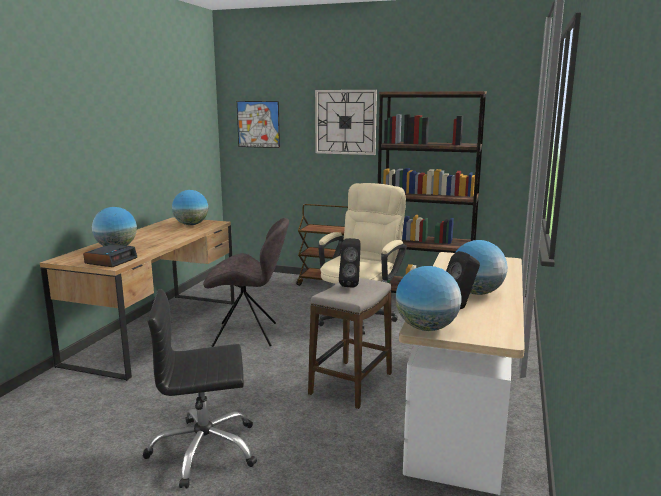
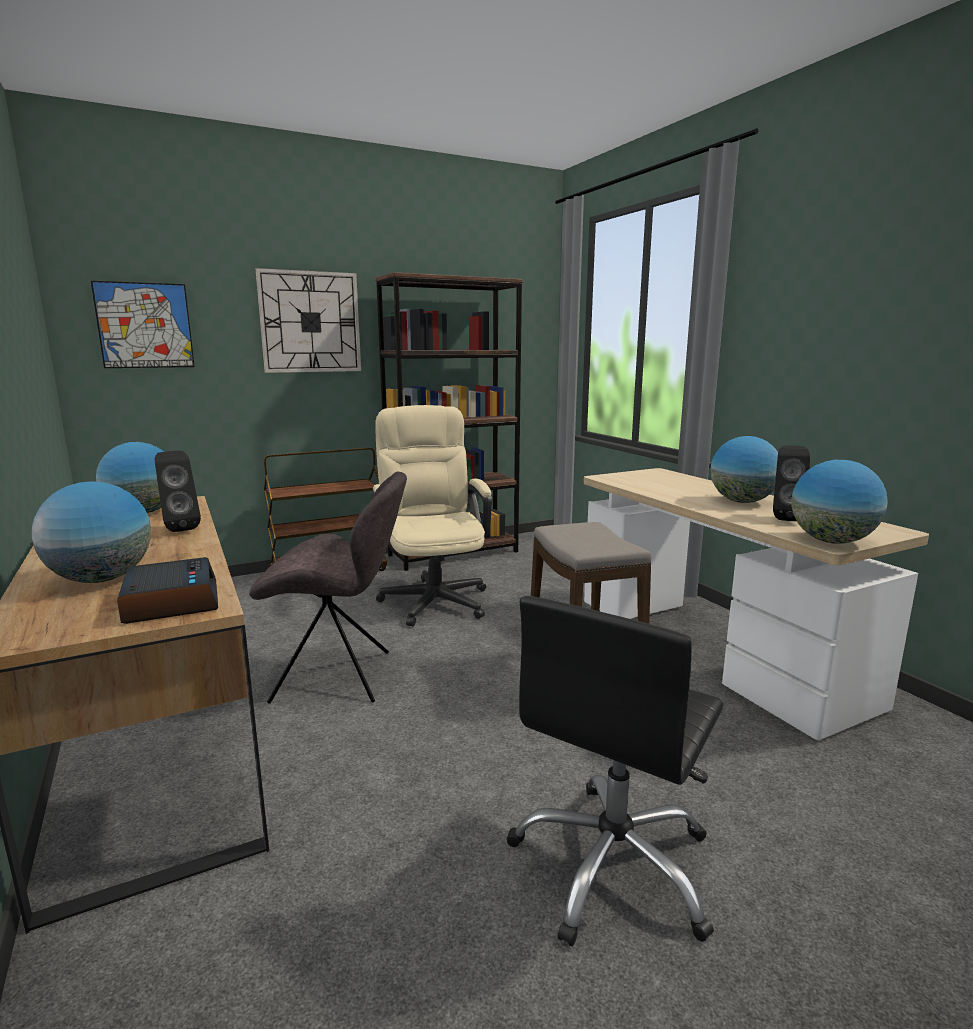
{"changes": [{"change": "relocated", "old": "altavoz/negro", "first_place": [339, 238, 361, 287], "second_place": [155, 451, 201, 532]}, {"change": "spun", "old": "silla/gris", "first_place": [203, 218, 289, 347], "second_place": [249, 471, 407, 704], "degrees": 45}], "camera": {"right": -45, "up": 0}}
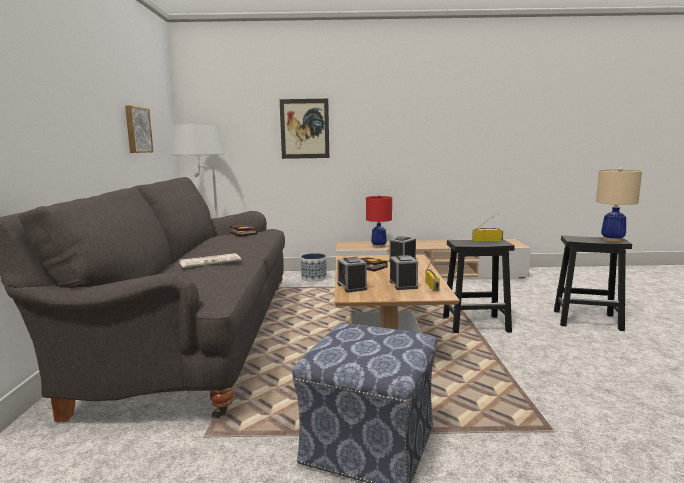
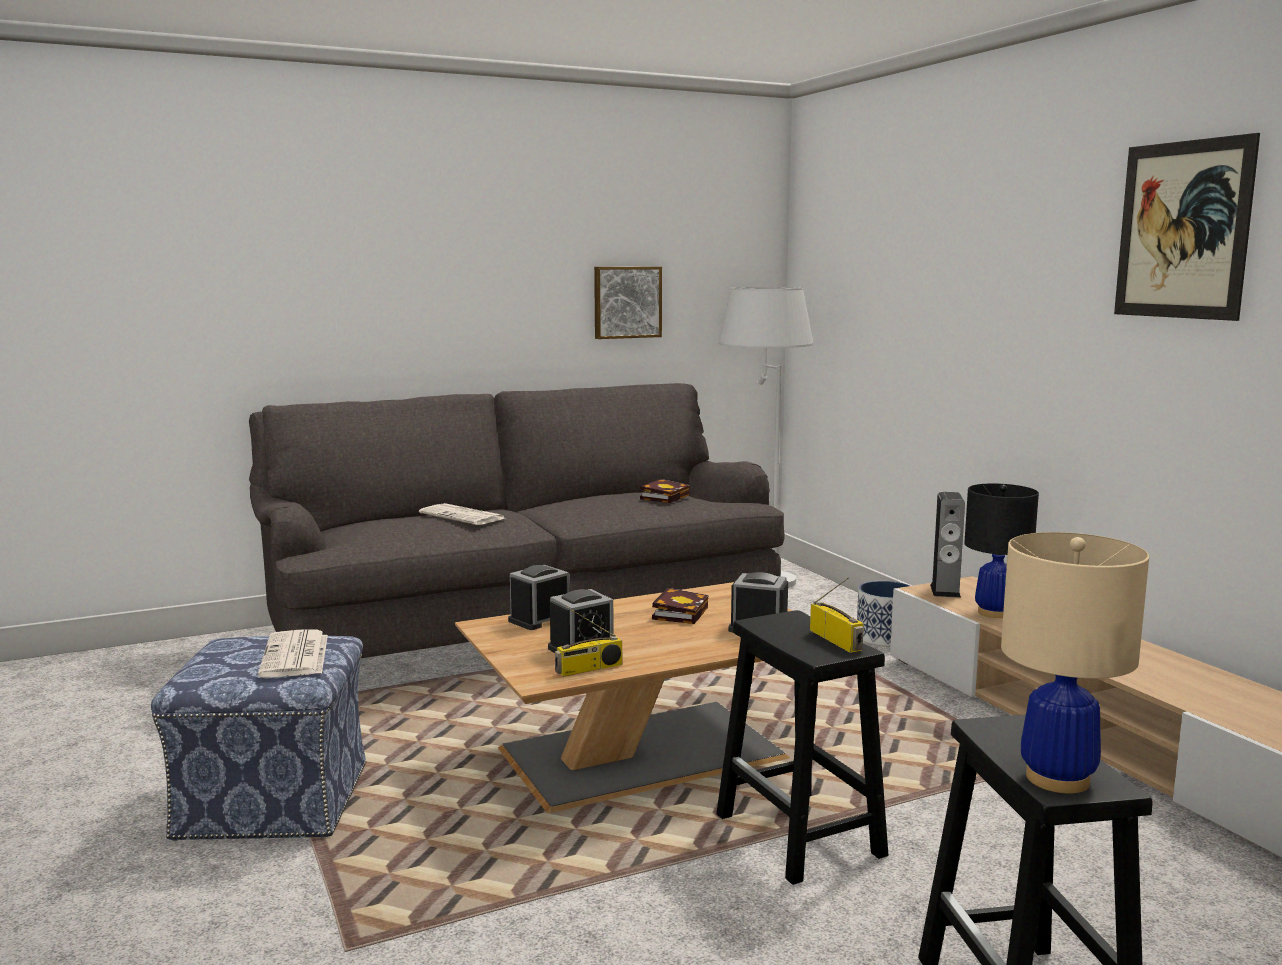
{"changes": [{"change": "appeared", "new": "periódico", "second_place": [258, 629, 328, 678]}, {"change": "appeared", "new": "altavoz", "second_place": [930, 492, 965, 598]}, {"change": "colour", "old": "lámpara de mesa/rojo", "new": "lámpara de mesa/negro", "first_place": [366, 195, 392, 248], "second_place": [964, 483, 1039, 618]}, {"change": "relocated", "old": "cuadro", "first_place": [280, 99, 329, 159], "second_place": [1114, 133, 1260, 321]}], "camera": {"right": 65, "up": 0}}
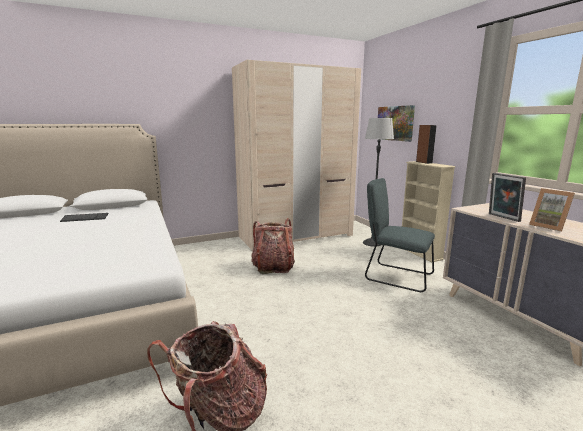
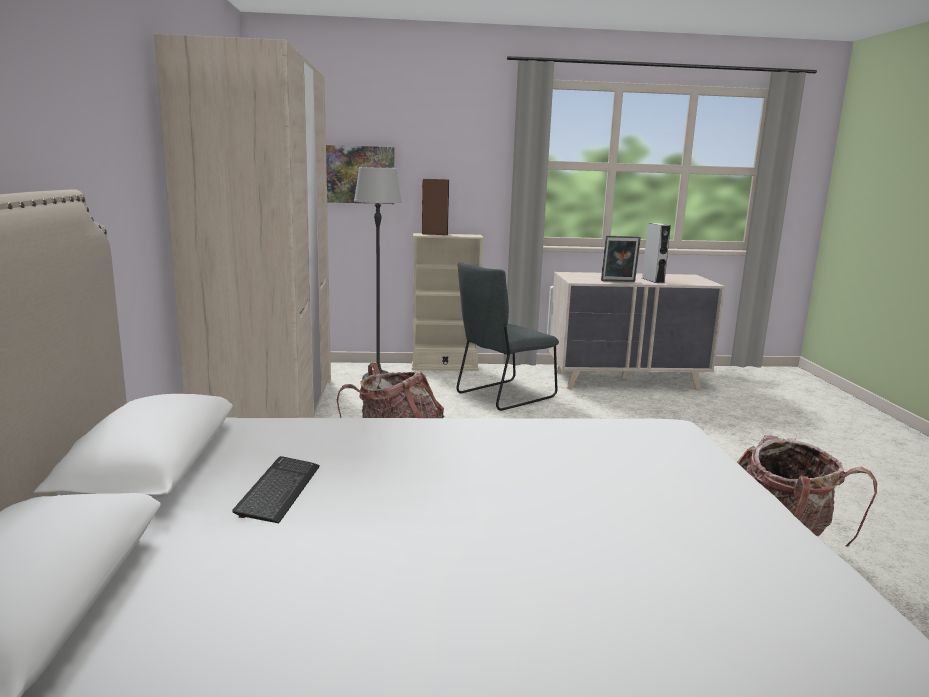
{"changes": [{"change": "exchanged", "old": "portarretratos", "new": "altavoz/gris", "first_place": [529, 188, 575, 232], "second_place": [642, 223, 671, 283]}], "camera": {"right": -70, "up": 0}}
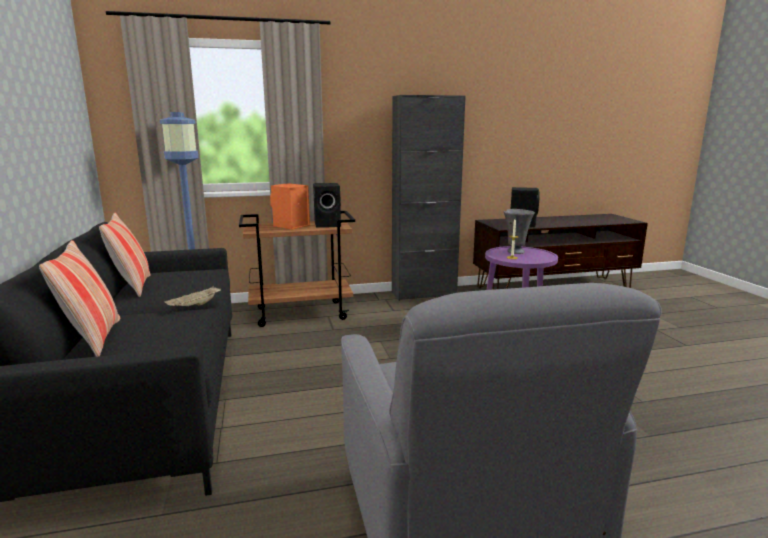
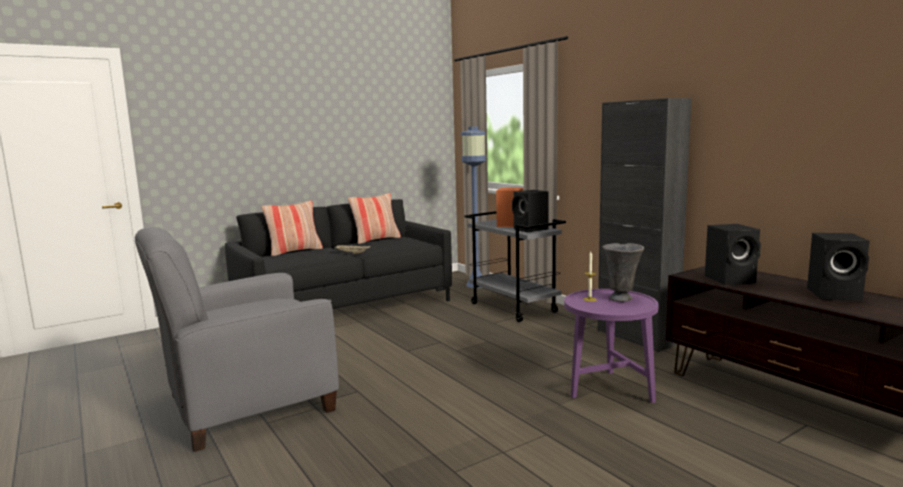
{"changes": [{"change": "colour", "old": "carrito/marrón", "new": "carrito/gris", "first_place": [239, 211, 355, 327], "second_place": [464, 211, 566, 322]}, {"change": "appeared", "new": "altavoz/negro", "second_place": [807, 233, 870, 301]}], "camera": {"right": 70, "up": -5}}
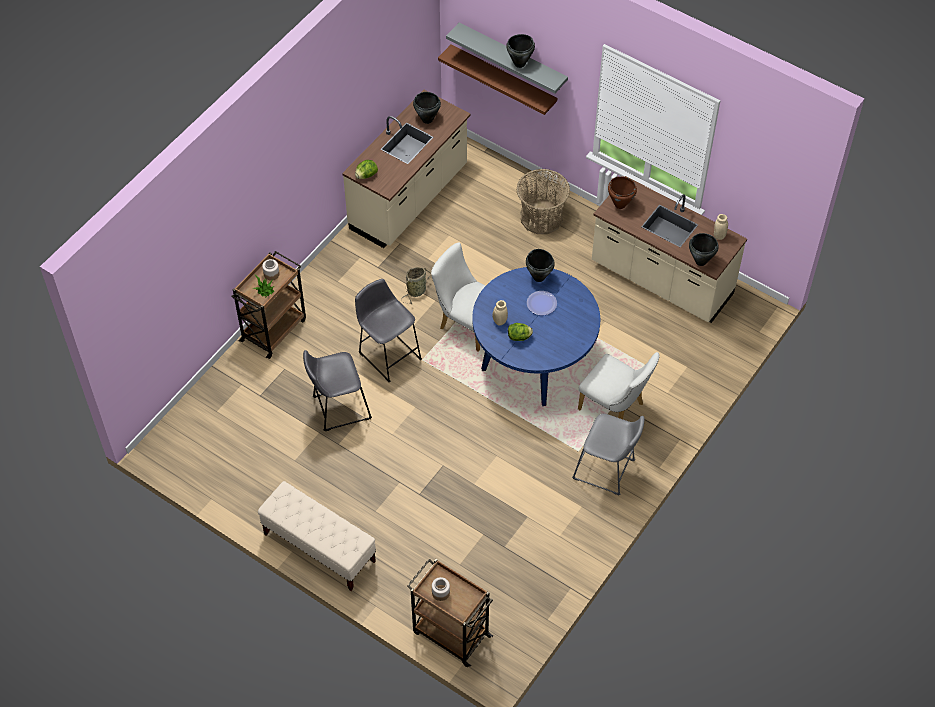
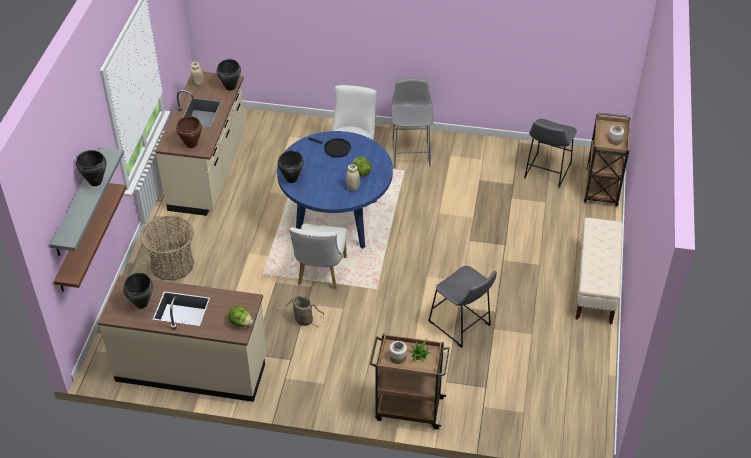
{"changes": [{"change": "appeared", "new": "sartén/negro", "second_place": [308, 137, 351, 157]}, {"change": "relocated", "old": "taburete/gris", "first_place": [355, 279, 422, 382], "second_place": [524, 119, 577, 188]}, {"change": "missing", "old": "plato", "first_place": [527, 291, 557, 315]}], "camera": {"right": -115, "up": -10}}
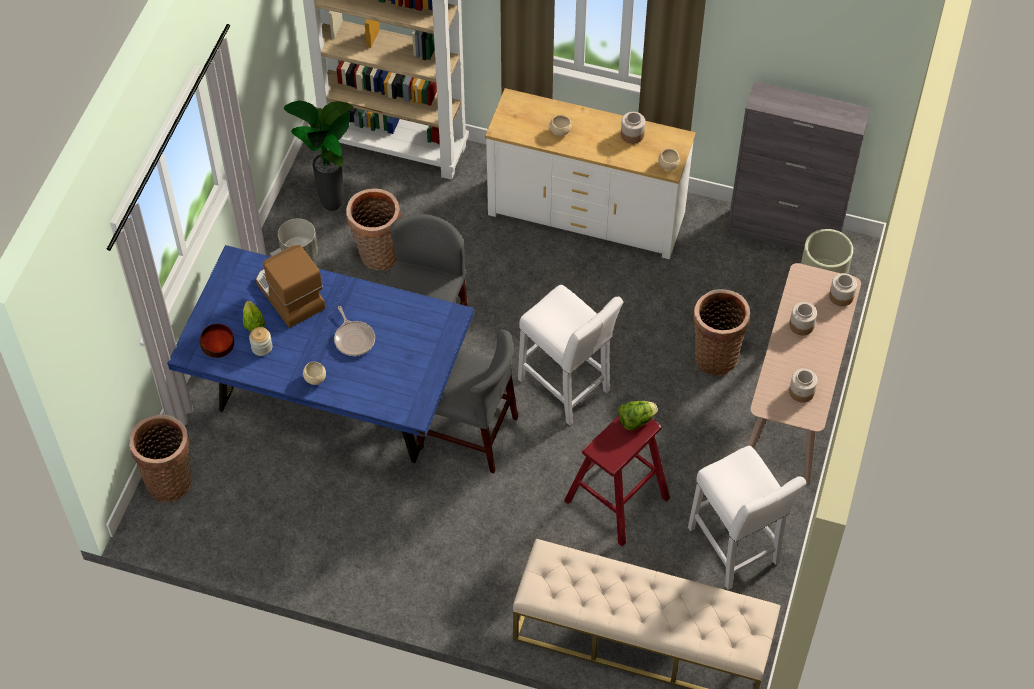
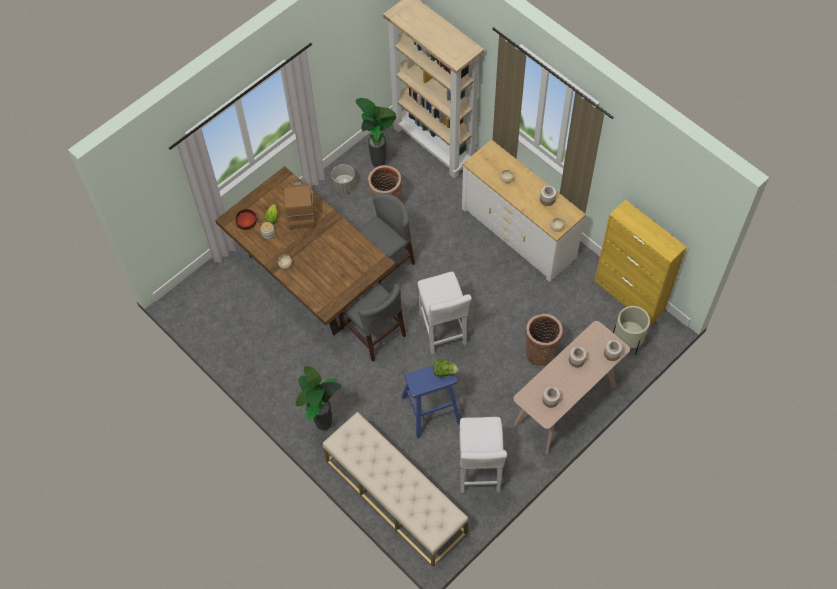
{"changes": [{"change": "colour", "old": "mesa de comedor/azul", "new": "mesa de comedor/marrón", "first_place": [167, 245, 474, 463], "second_place": [215, 166, 396, 335]}, {"change": "appeared", "new": "planta en maceta", "second_place": [296, 366, 342, 430]}, {"change": "colour", "old": "taburete/rojo", "new": "taburete/azul", "first_place": [564, 415, 670, 547], "second_place": [401, 365, 460, 438]}, {"change": "colour", "old": "armario/gris", "new": "armario/amarillo", "first_place": [727, 81, 871, 251], "second_place": [595, 200, 687, 326]}, {"change": "missing", "old": "cesta", "first_place": [129, 414, 191, 503]}, {"change": "missing", "old": "sartén", "first_place": [334, 306, 375, 356]}], "camera": {"right": 30, "up": 5}}
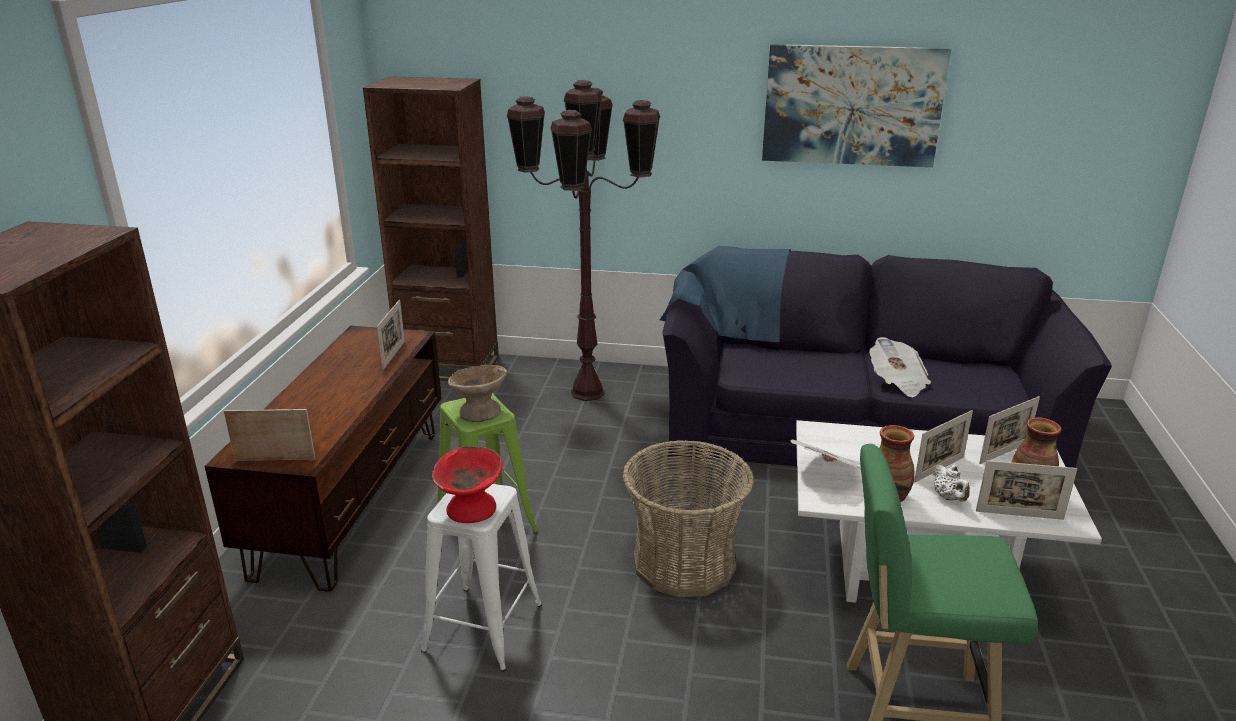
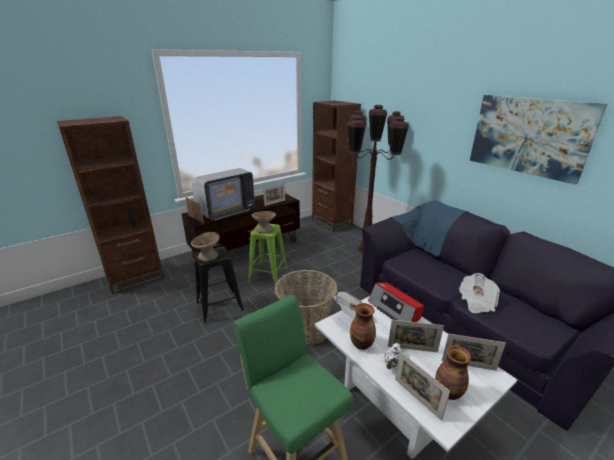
{"changes": [{"change": "colour", "old": "cuenco/rojo", "new": "cuenco/beis", "first_place": [432, 446, 502, 523], "second_place": [191, 232, 219, 262]}, {"change": "appeared", "new": "televisor", "second_place": [192, 168, 255, 220]}, {"change": "colour", "old": "taburete/blanco", "new": "taburete/negro", "first_place": [421, 484, 542, 672], "second_place": [195, 246, 244, 323]}, {"change": "appeared", "new": "radio", "second_place": [368, 283, 424, 322]}], "camera": {"right": 45, "up": 0}}
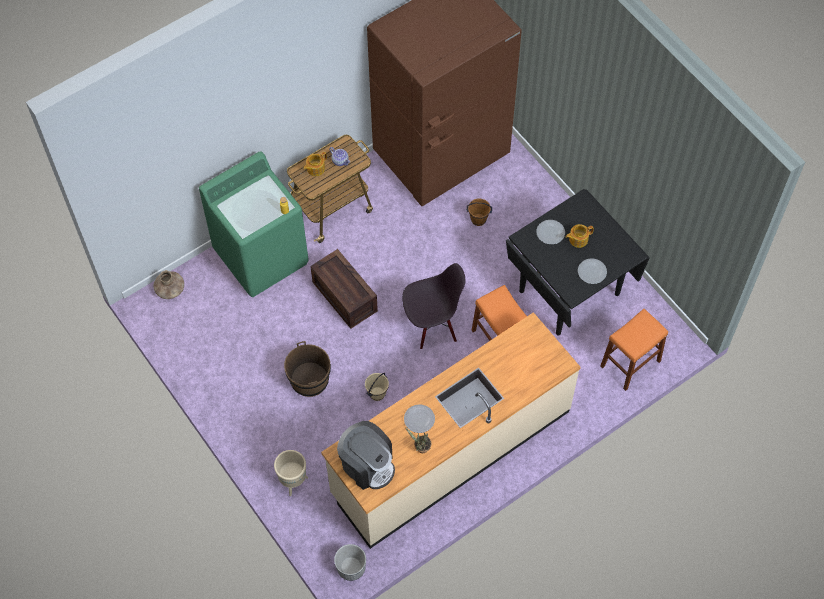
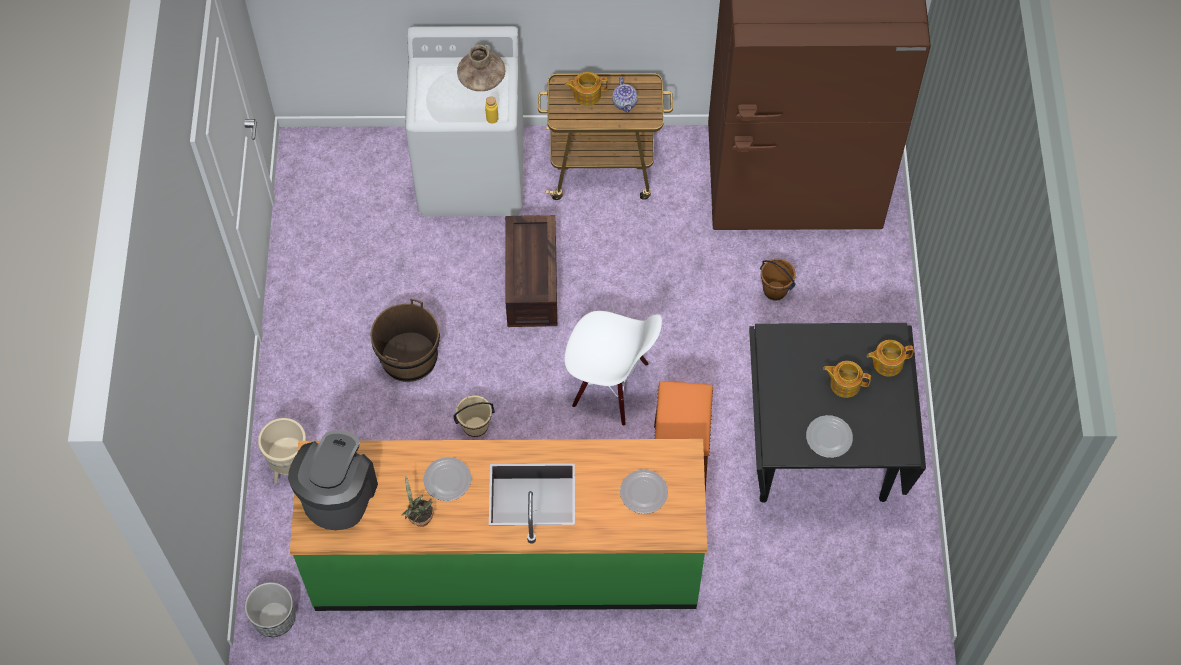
{"changes": [{"change": "spun", "old": "cafetera", "first_place": [337, 421, 395, 490], "second_place": [288, 430, 378, 530], "degrees": -150}, {"change": "colour", "old": "mueble bajo de cocina/beis", "new": "mueble bajo de cocina/verde", "first_place": [321, 312, 581, 549], "second_place": [290, 439, 707, 611]}, {"change": "colour", "old": "lavadora/verde", "new": "lavadora/blanco", "first_place": [199, 151, 309, 297], "second_place": [405, 26, 524, 216]}, {"change": "relocated", "old": "florero/marrón", "first_place": [154, 271, 184, 299], "second_place": [457, 45, 505, 91]}, {"change": "colour", "old": "silla/negro", "new": "silla/blanco", "first_place": [402, 263, 466, 349], "second_place": [564, 311, 662, 426]}, {"change": "relocated", "old": "plato", "first_place": [536, 220, 565, 244], "second_place": [620, 470, 668, 514]}, {"change": "appeared", "new": "tetera", "second_place": [867, 340, 914, 377]}, {"change": "missing", "old": "taburete/naranja", "first_place": [600, 309, 668, 391]}], "camera": {"right": 35, "up": 0}}
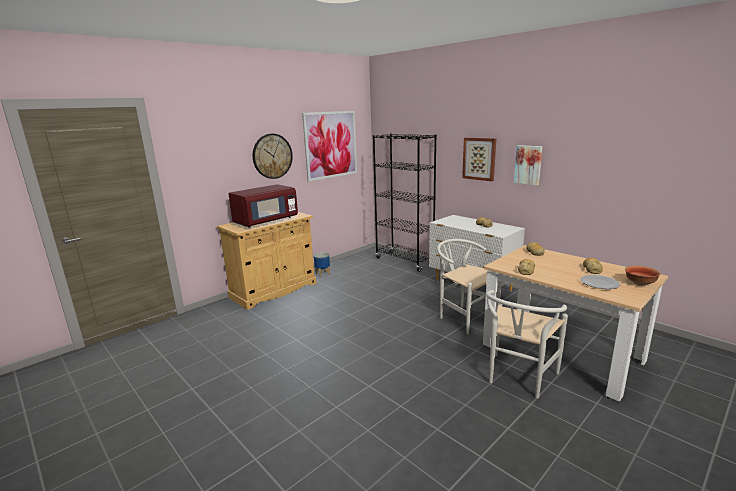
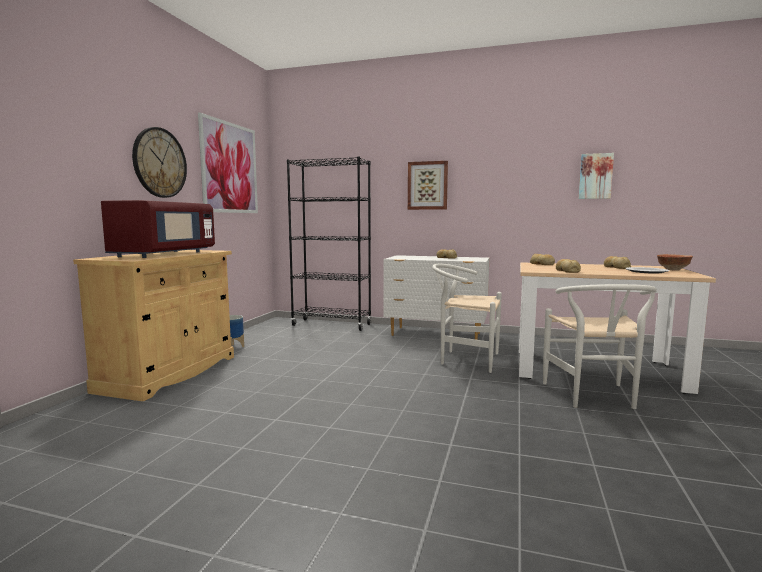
{"changes": [{"change": "relocated", "old": "cuadro", "first_place": [514, 145, 543, 185], "second_place": [579, 153, 614, 199]}], "camera": {"right": -30, "up": -10}}
